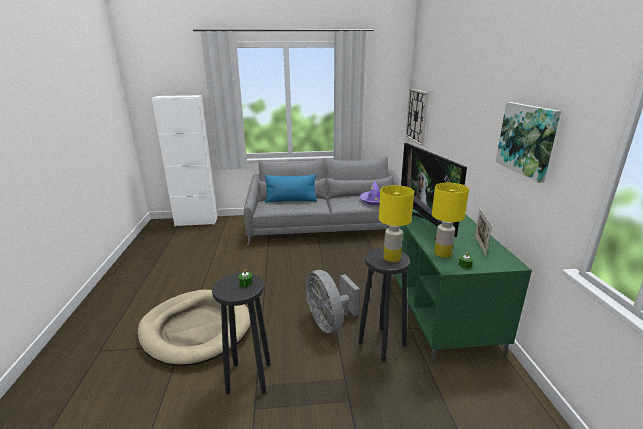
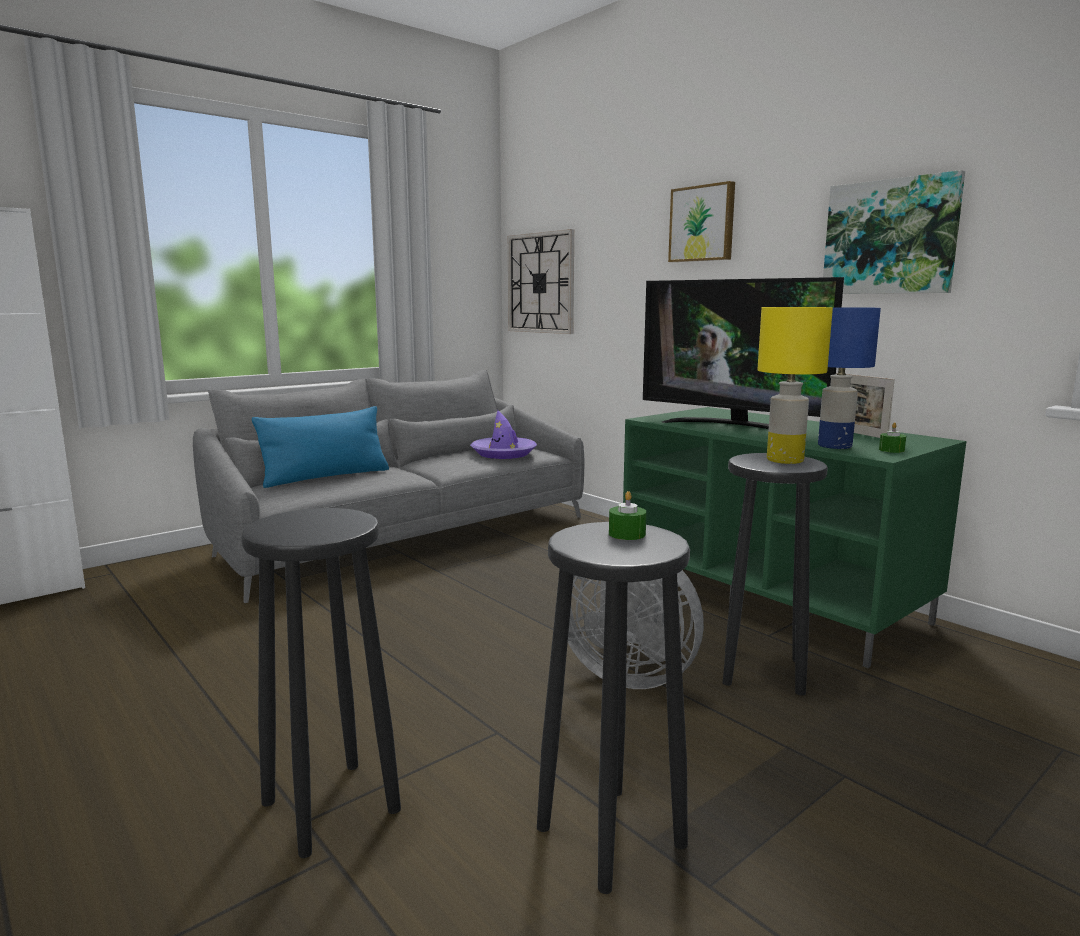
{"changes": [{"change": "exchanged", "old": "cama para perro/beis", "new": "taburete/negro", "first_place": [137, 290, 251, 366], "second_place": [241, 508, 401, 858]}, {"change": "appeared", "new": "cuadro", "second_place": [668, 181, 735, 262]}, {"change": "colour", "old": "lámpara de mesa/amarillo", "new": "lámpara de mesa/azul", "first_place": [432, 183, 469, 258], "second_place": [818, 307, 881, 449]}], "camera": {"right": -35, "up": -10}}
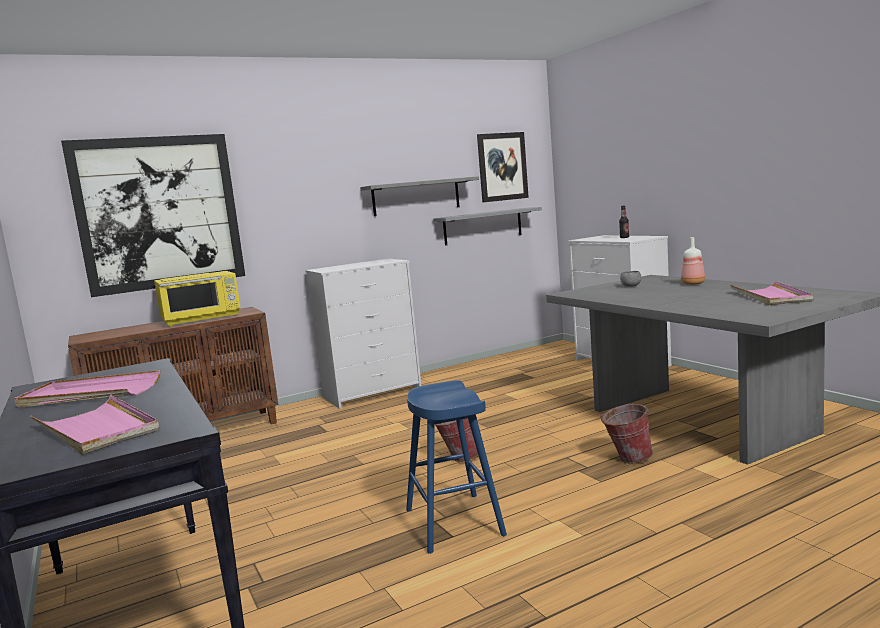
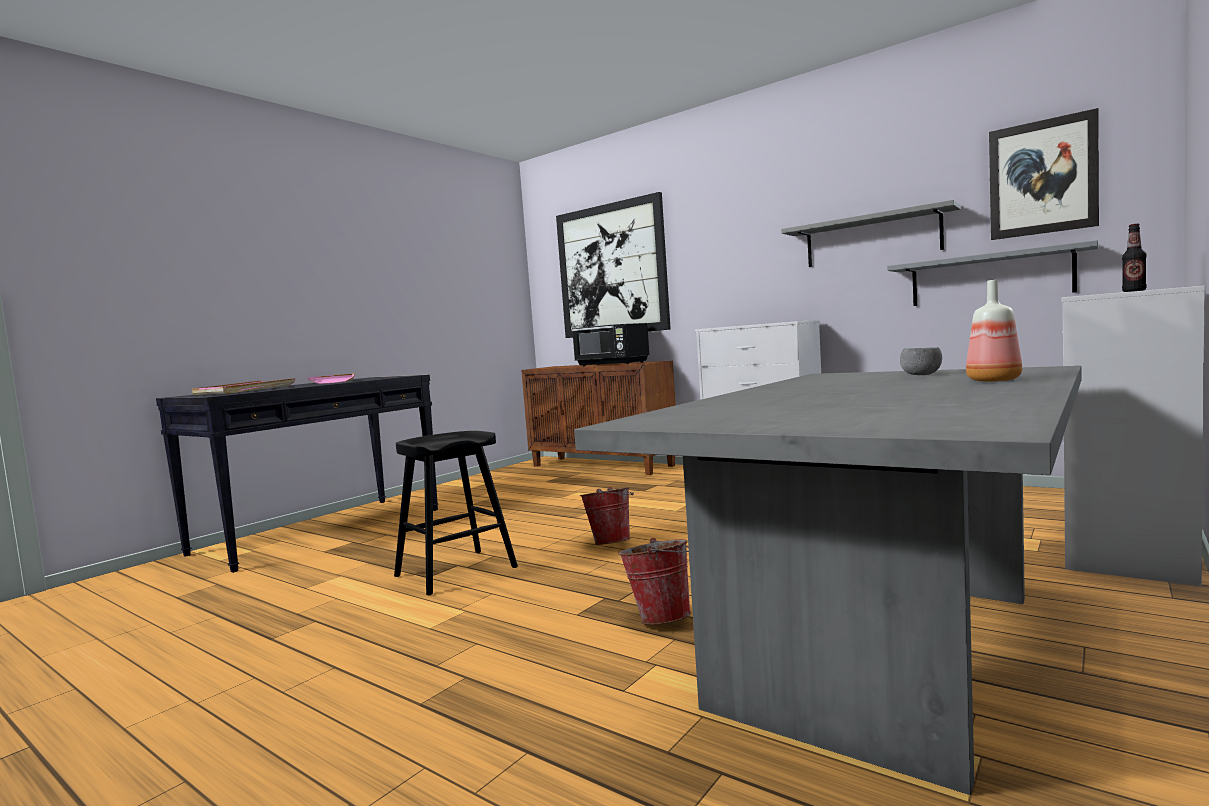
{"changes": [{"change": "colour", "old": "taburete/azul", "new": "taburete/negro", "first_place": [406, 380, 507, 554], "second_place": [394, 431, 518, 596]}, {"change": "colour", "old": "microondas/amarillo", "new": "microondas/negro", "first_place": [154, 271, 240, 327], "second_place": [572, 323, 649, 366]}, {"change": "missing", "old": "bandeja/rosa", "first_place": [730, 281, 813, 305]}], "camera": {"right": 65, "up": -5}}
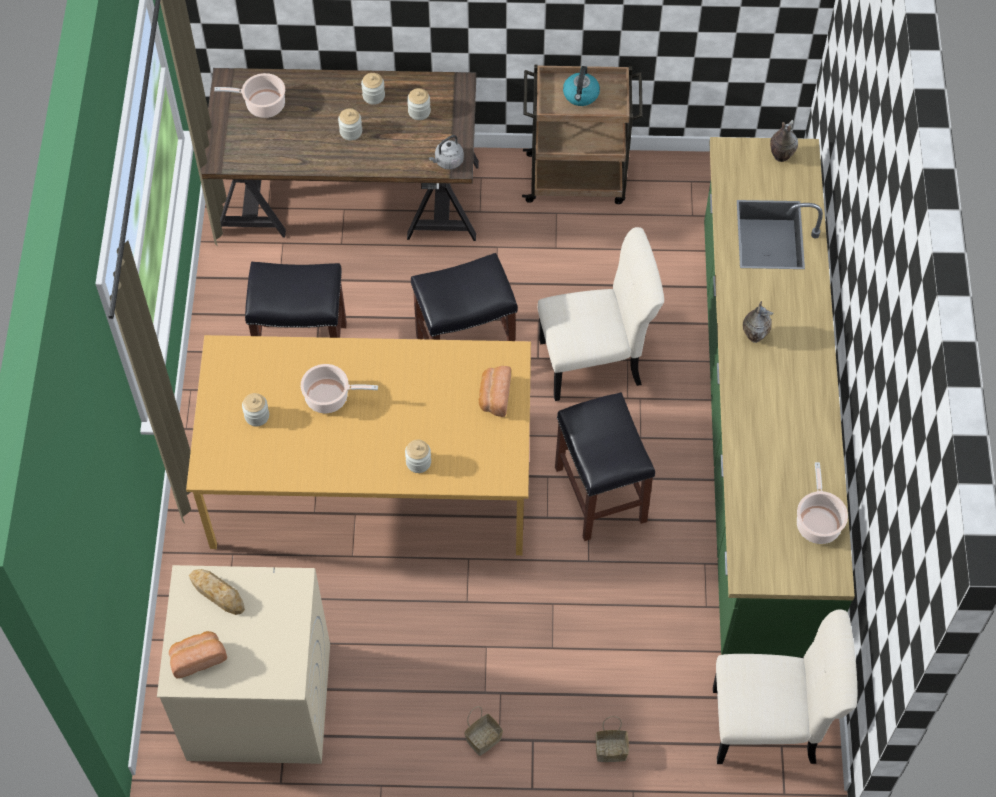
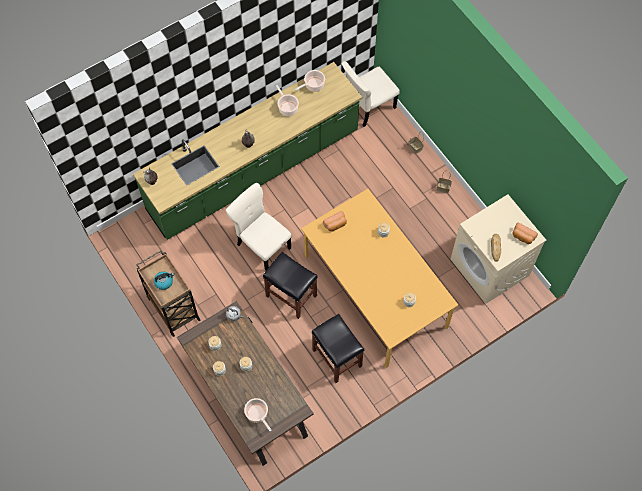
{"changes": [{"change": "relocated", "old": "olla", "first_place": [301, 364, 378, 413], "second_place": [276, 85, 299, 116]}, {"change": "spun", "old": "silla/beis", "first_place": [713, 609, 857, 764], "second_place": [342, 61, 400, 127], "degrees": -90}, {"change": "missing", "old": "taburete/negro", "first_place": [555, 392, 655, 541]}], "camera": {"right": -125, "up": 5}}
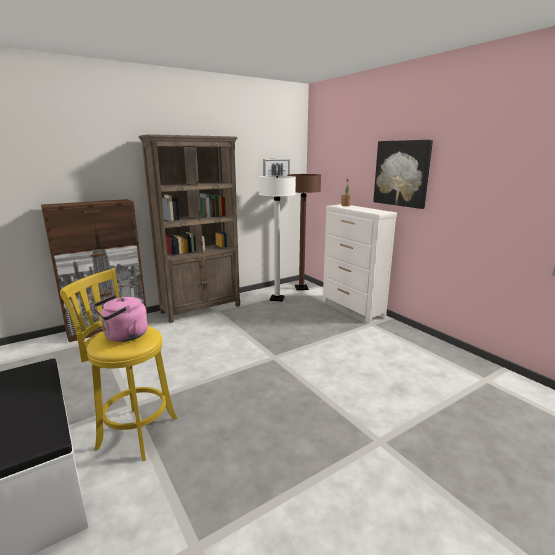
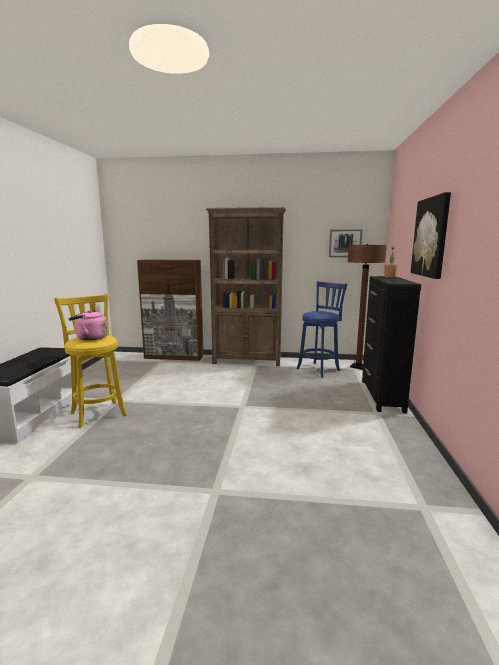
{"changes": [{"change": "exchanged", "old": "lámpara de pie/blanco", "new": "taburete/azul", "first_place": [259, 176, 296, 301], "second_place": [296, 281, 347, 377]}, {"change": "colour", "old": "cómoda/blanco", "new": "cómoda/negro", "first_place": [323, 204, 397, 323], "second_place": [362, 276, 421, 413]}], "camera": {"right": 40, "up": -5}}
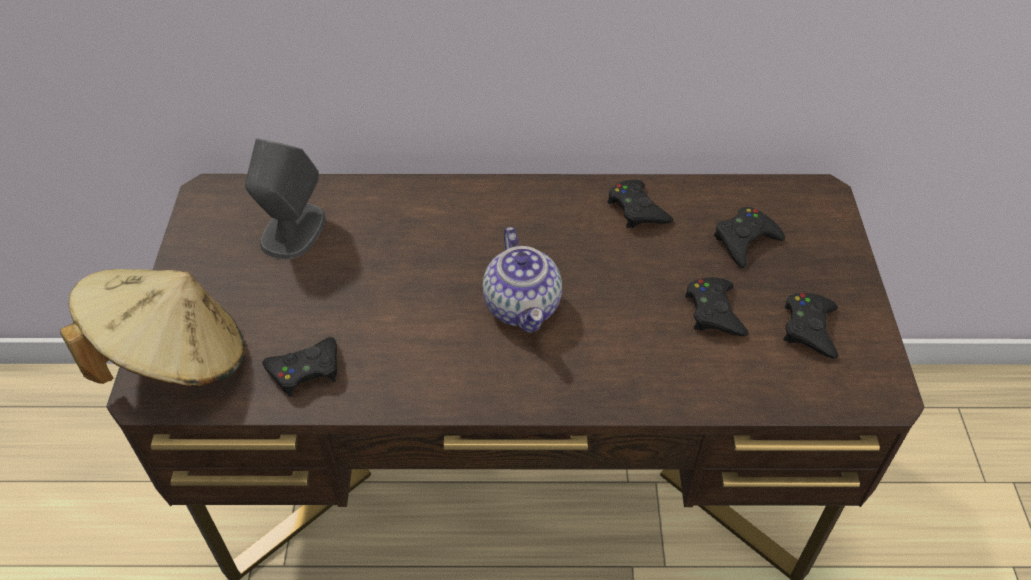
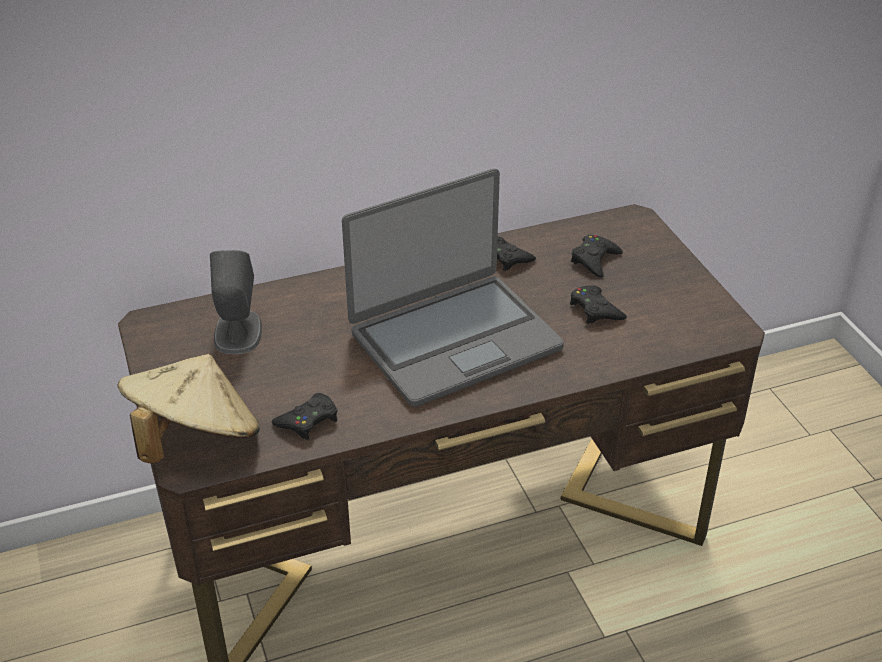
{"changes": [{"change": "exchanged", "old": "tetera", "new": "portátil", "first_place": [483, 227, 562, 333], "second_place": [342, 169, 564, 407]}, {"change": "missing", "old": "mando de consola/negro", "first_place": [783, 293, 838, 359]}], "camera": {"right": -20, "up": -10}}
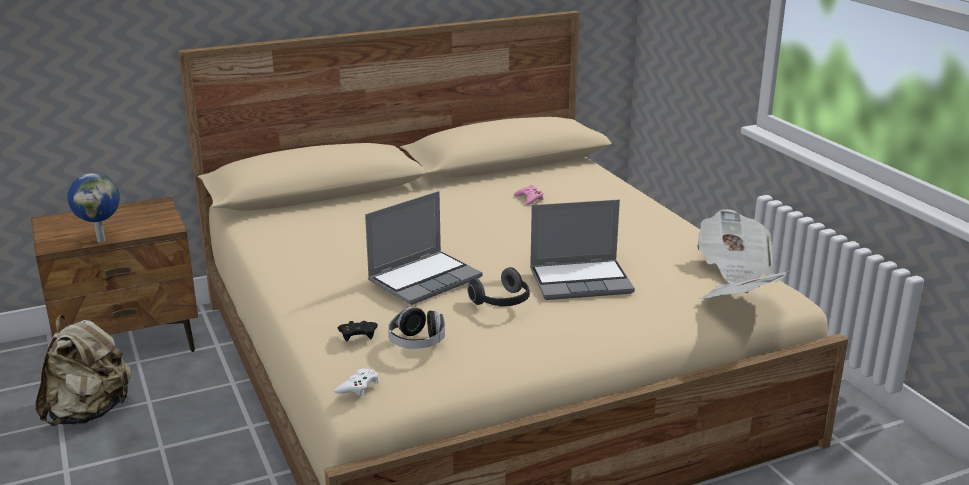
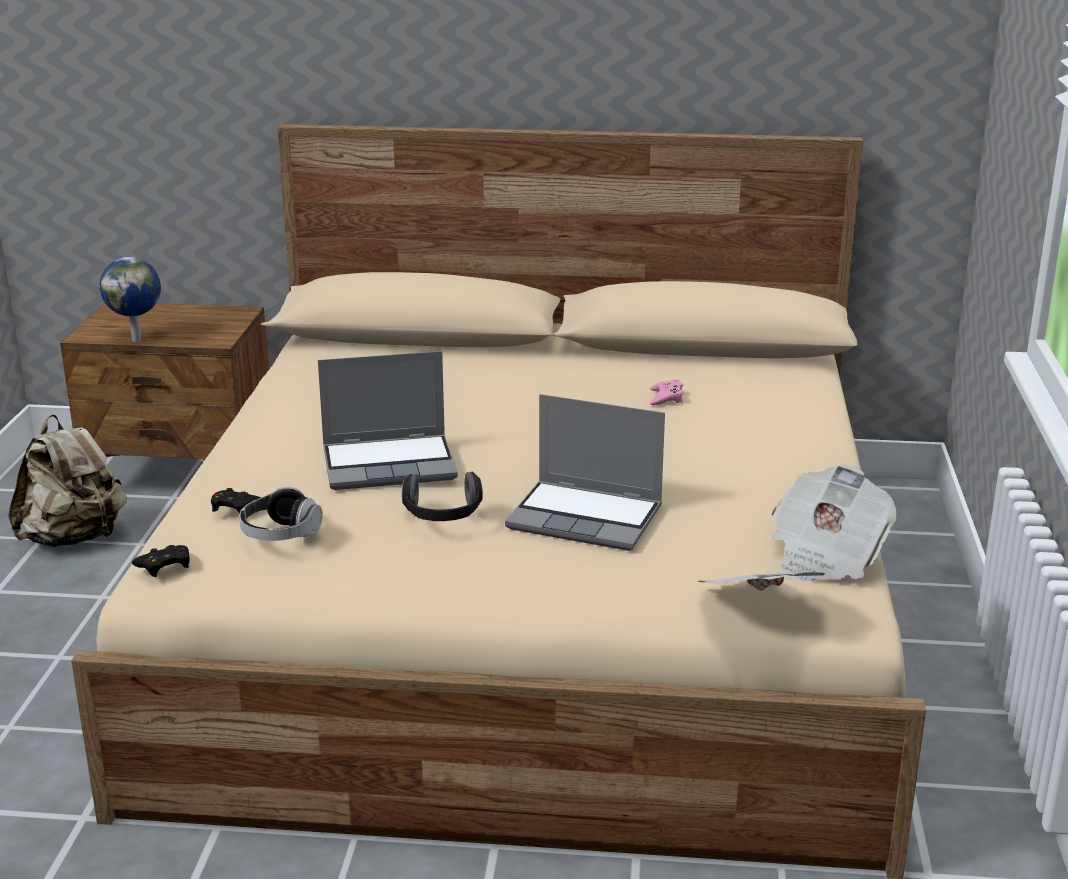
{"changes": [{"change": "colour", "old": "mando de consola/blanco", "new": "mando de consola/negro", "first_place": [334, 369, 379, 396], "second_place": [132, 545, 190, 577]}], "camera": {"right": 30, "up": 0}}
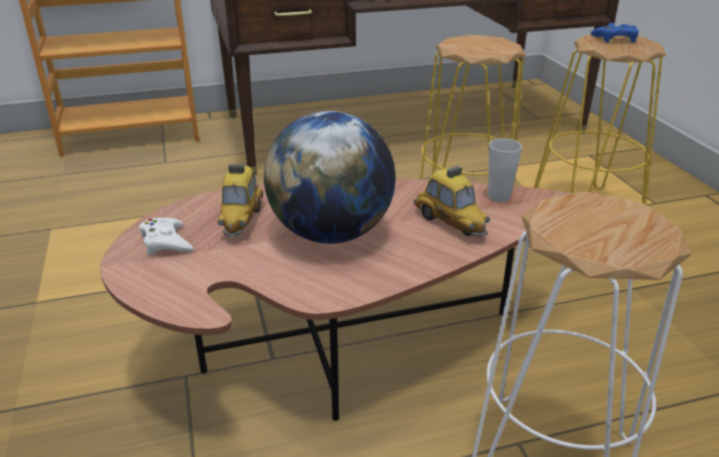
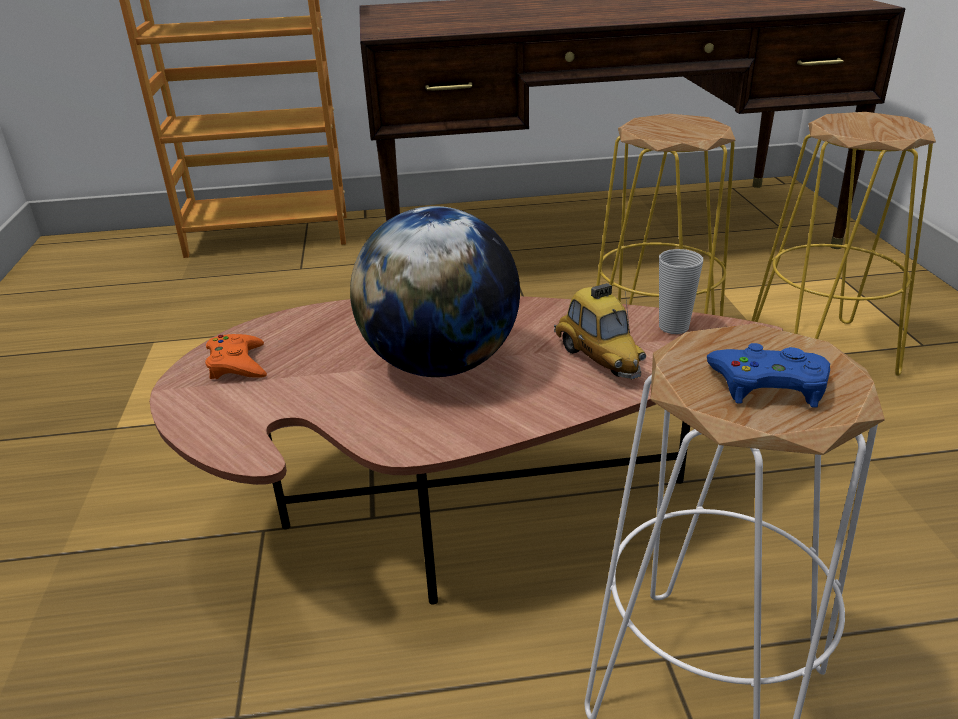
{"changes": [{"change": "colour", "old": "mando de consola/blanco", "new": "mando de consola/naranja", "first_place": [139, 218, 194, 255], "second_place": [205, 334, 267, 379]}, {"change": "relocated", "old": "mando de consola/azul", "first_place": [591, 23, 639, 42], "second_place": [707, 343, 830, 408]}, {"change": "missing", "old": "coche de juguete", "first_place": [218, 164, 263, 237]}], "camera": {"right": 10, "up": 0}}
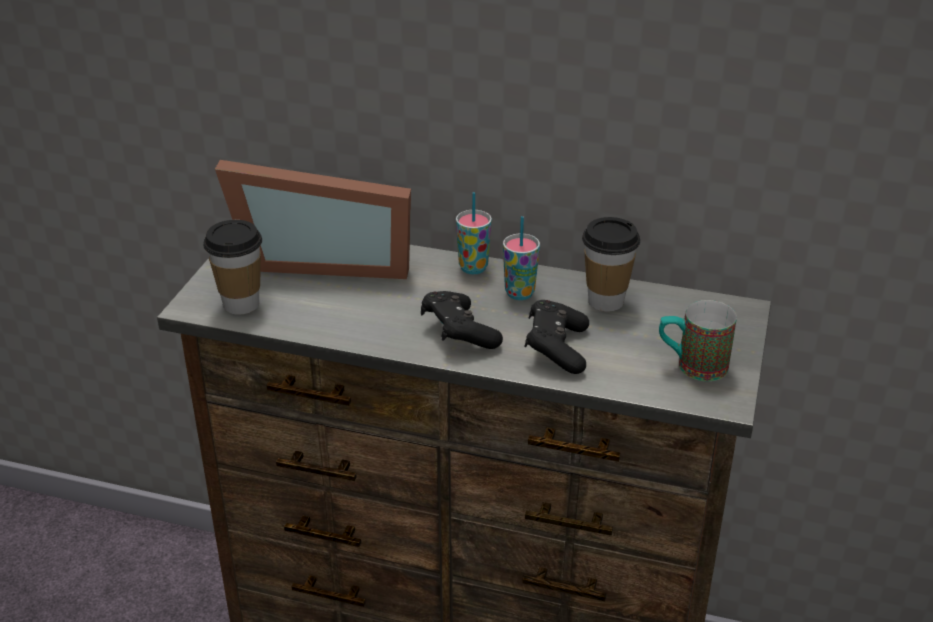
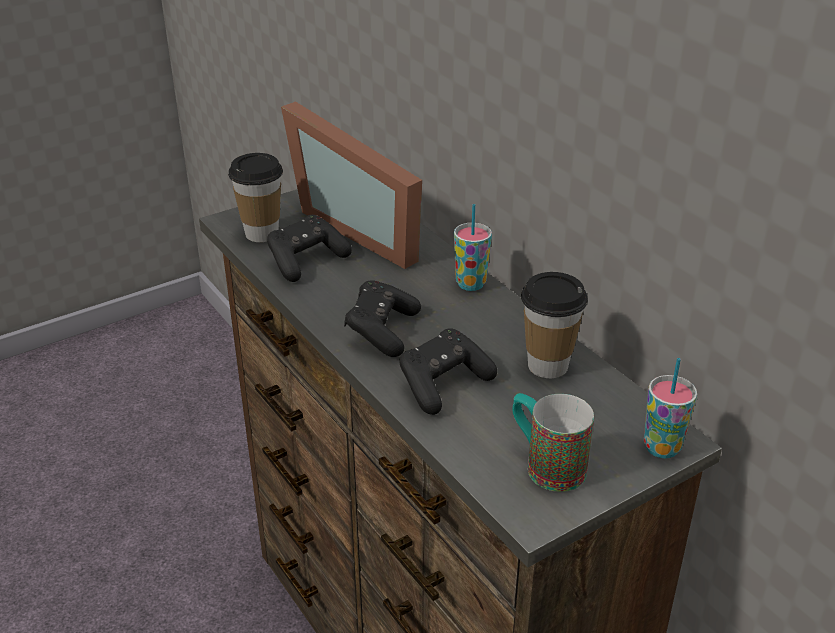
{"changes": [{"change": "appeared", "new": "mando de consola/negro", "second_place": [267, 215, 352, 282]}, {"change": "relocated", "old": "taza", "first_place": [503, 216, 540, 300], "second_place": [644, 358, 697, 458]}], "camera": {"right": 40, "up": 0}}
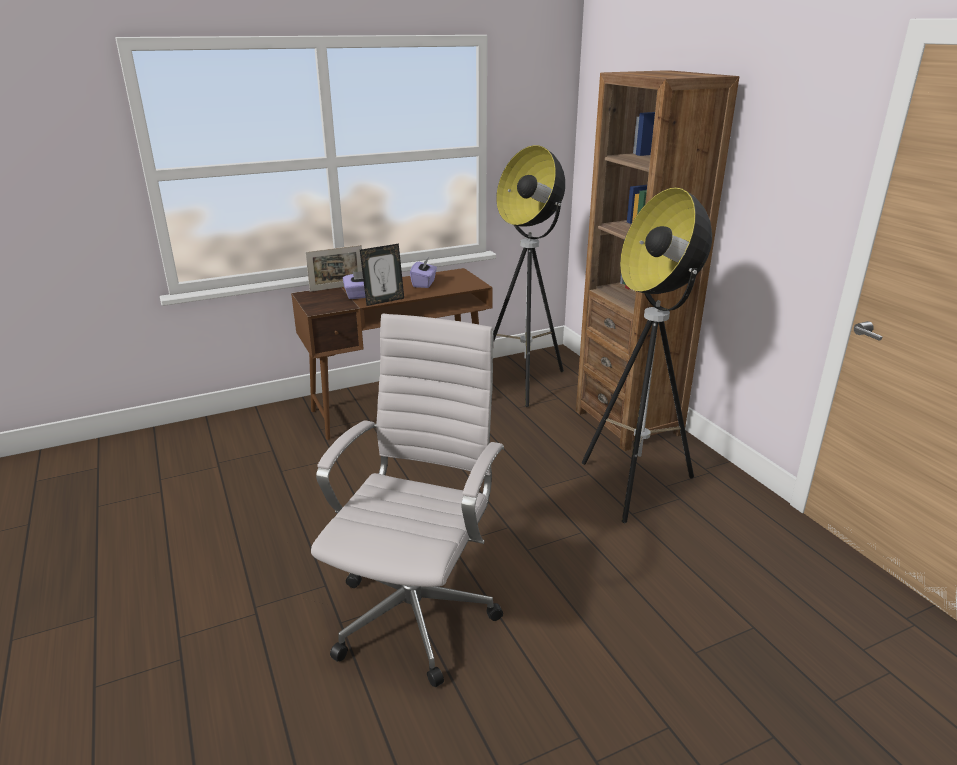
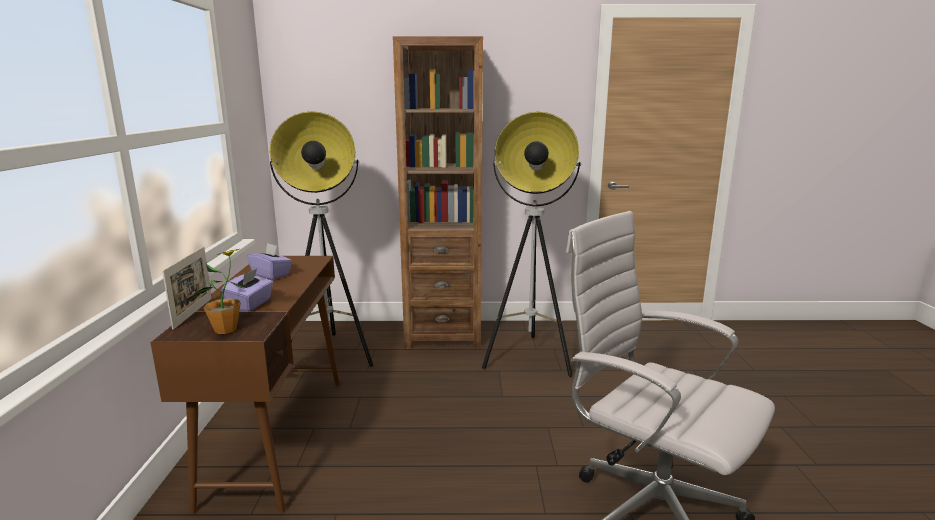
{"changes": [{"change": "appeared", "new": "planta en maceta", "second_place": [194, 249, 245, 334]}, {"change": "missing", "old": "portarretratos", "first_place": [360, 244, 404, 306]}], "camera": {"right": -65, "up": -10}}
